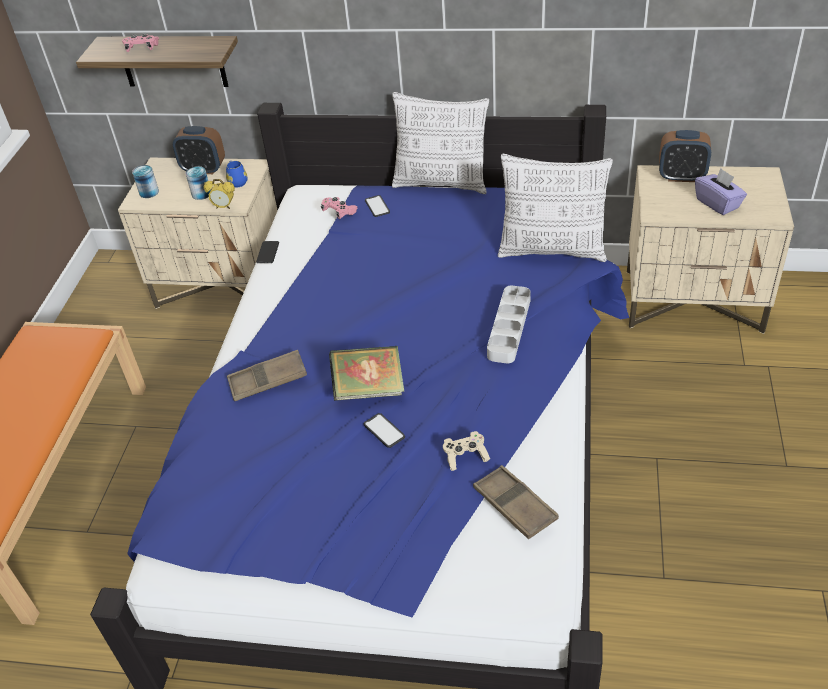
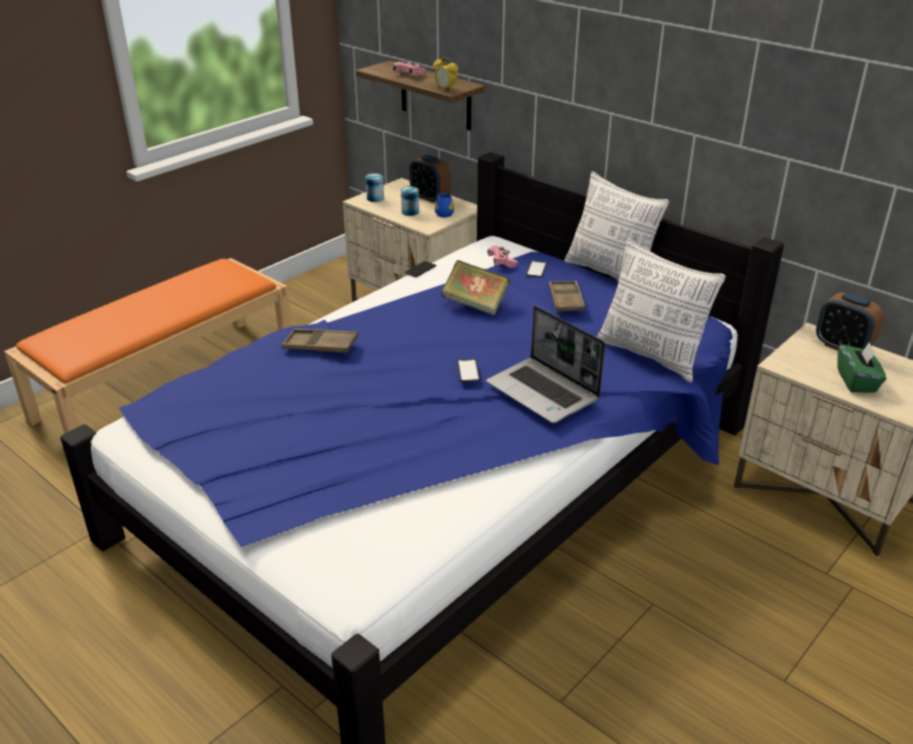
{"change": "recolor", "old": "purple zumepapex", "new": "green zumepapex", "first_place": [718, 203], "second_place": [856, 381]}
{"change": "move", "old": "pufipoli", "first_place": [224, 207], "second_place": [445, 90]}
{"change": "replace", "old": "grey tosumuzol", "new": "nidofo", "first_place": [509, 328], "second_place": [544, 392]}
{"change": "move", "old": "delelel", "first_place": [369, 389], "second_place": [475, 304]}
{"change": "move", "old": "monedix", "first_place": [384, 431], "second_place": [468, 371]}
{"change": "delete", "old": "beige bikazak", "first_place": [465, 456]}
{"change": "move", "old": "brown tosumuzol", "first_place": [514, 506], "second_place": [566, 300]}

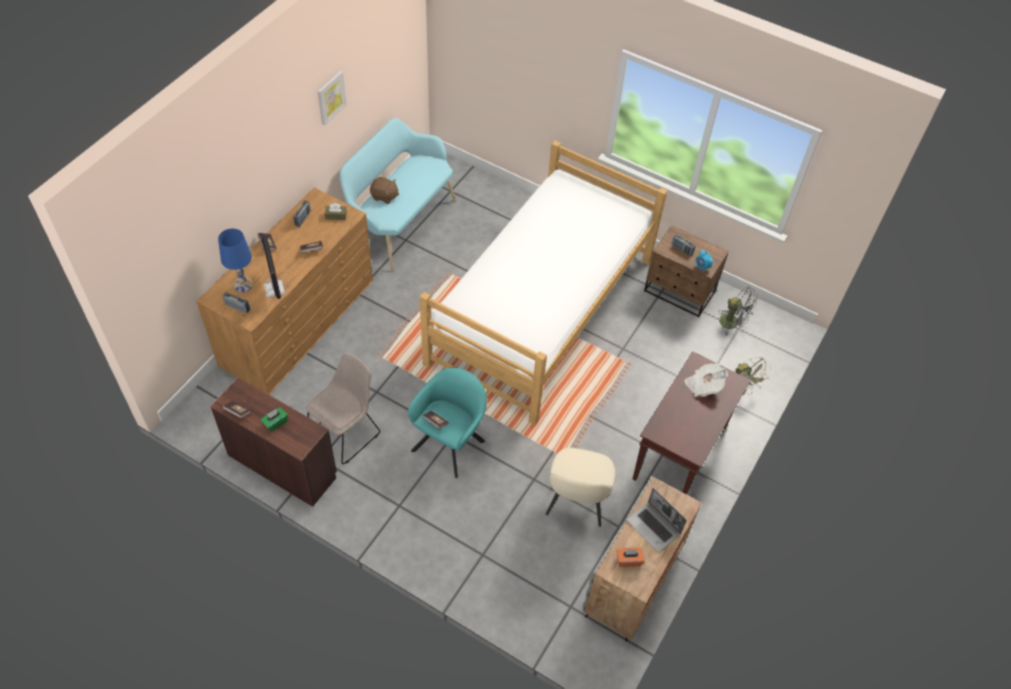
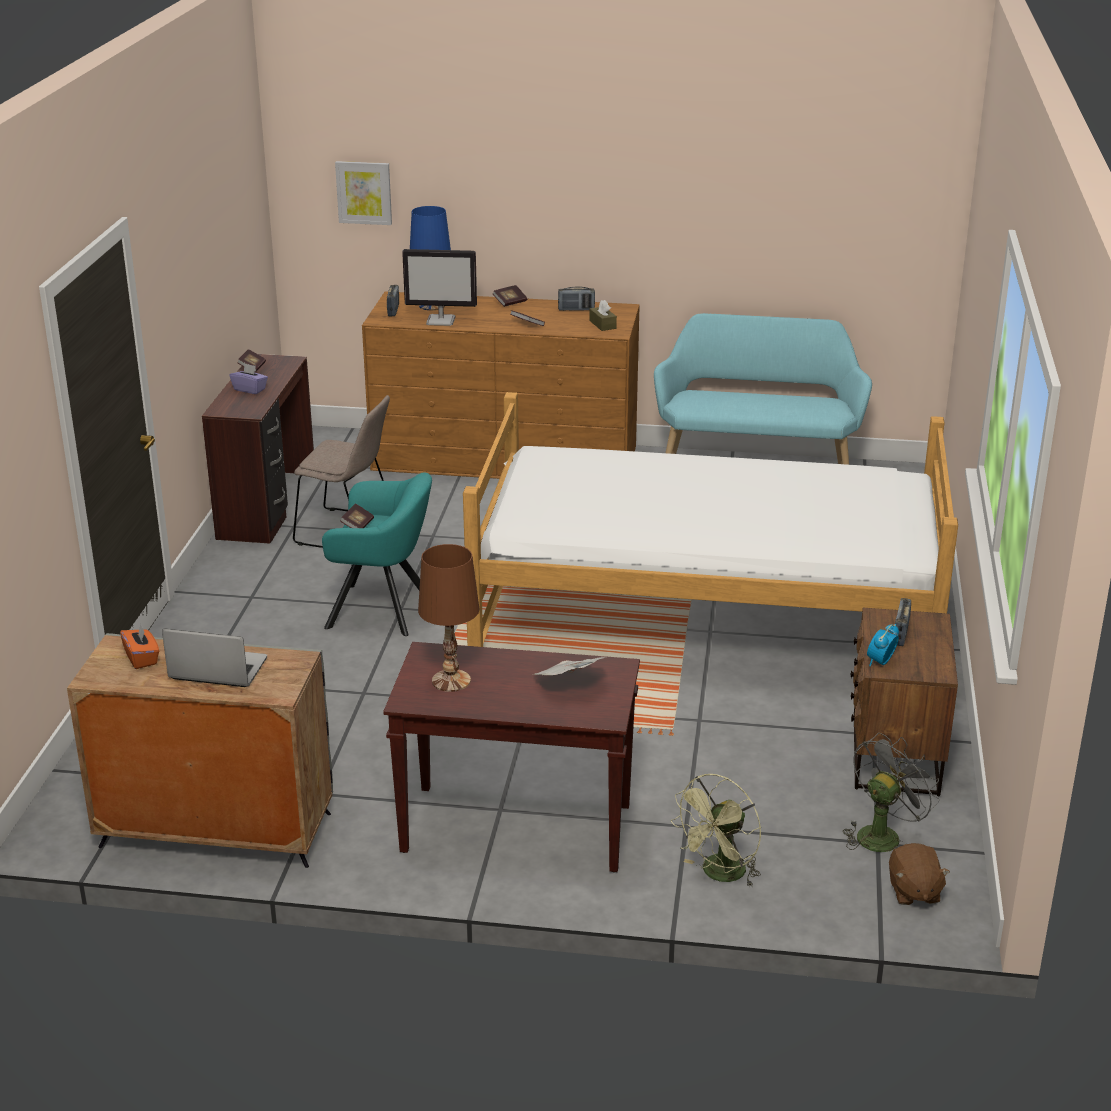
{"change": "move", "old": "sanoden", "first_place": [331, 97], "second_place": [364, 192]}
{"change": "move", "old": "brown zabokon", "first_place": [384, 196], "second_place": [913, 891]}
{"change": "rotate", "old": "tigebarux", "first_place": [274, 288], "second_place": [441, 321], "degrees": 45}
{"change": "rotate", "old": "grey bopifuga", "first_place": [732, 323], "second_place": [882, 834], "degrees": -150}
{"change": "recolor", "old": "green zumepapex", "new": "purple zumepapex", "first_place": [275, 423], "second_place": [250, 389]}
{"change": "delete", "old": "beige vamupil", "first_place": [576, 502]}
{"change": "rotate", "old": "nidofo", "first_place": [654, 527], "second_place": [216, 670], "degrees": 75}
{"change": "insert", "new": "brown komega", "second_place": [450, 681]}

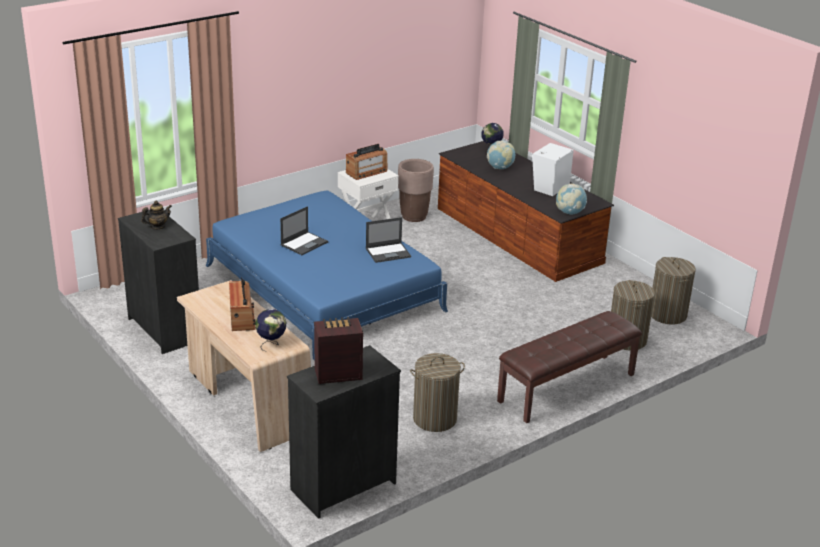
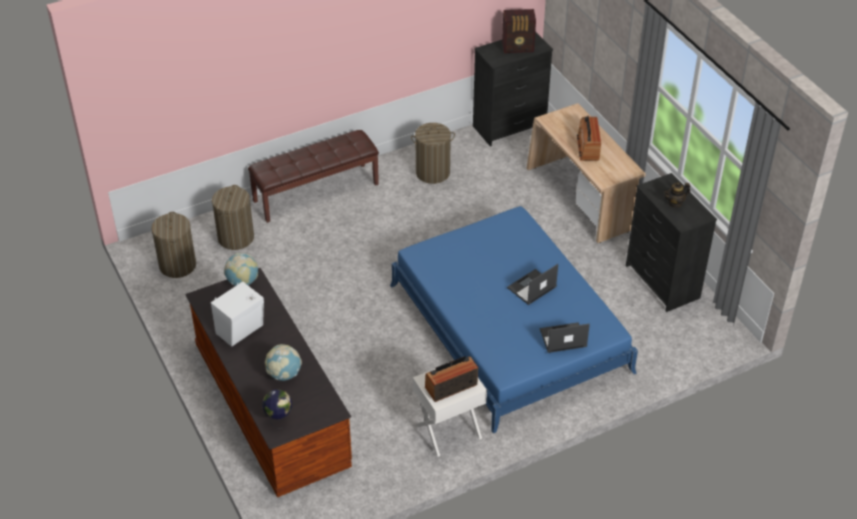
{"change": "delete", "old": "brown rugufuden", "first_place": [414, 216]}
{"change": "move", "old": "nidofo", "first_place": [388, 253], "second_place": [562, 338]}
{"change": "delete", "old": "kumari", "first_place": [271, 344]}

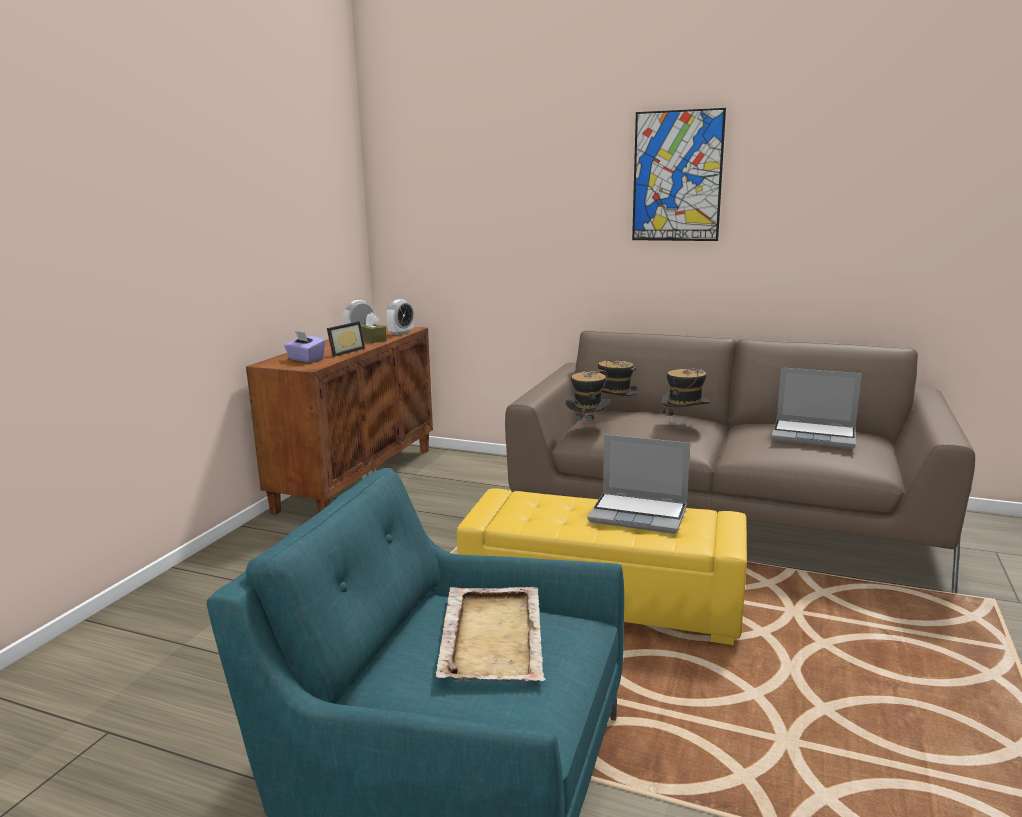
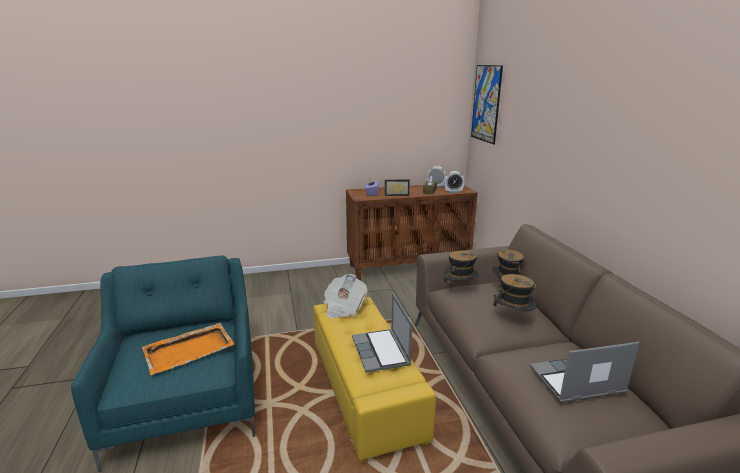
{"change": "move", "old": "sanoden", "first_place": [677, 176], "second_place": [486, 103]}
{"change": "rotate", "old": "nidofo", "first_place": [814, 435], "second_place": [576, 381], "degrees": 90}
{"change": "recolor", "old": "beige tosumuzol", "new": "orange tosumuzol", "first_place": [492, 635], "second_place": [190, 349]}
{"change": "insert", "new": "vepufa", "second_place": [343, 307]}

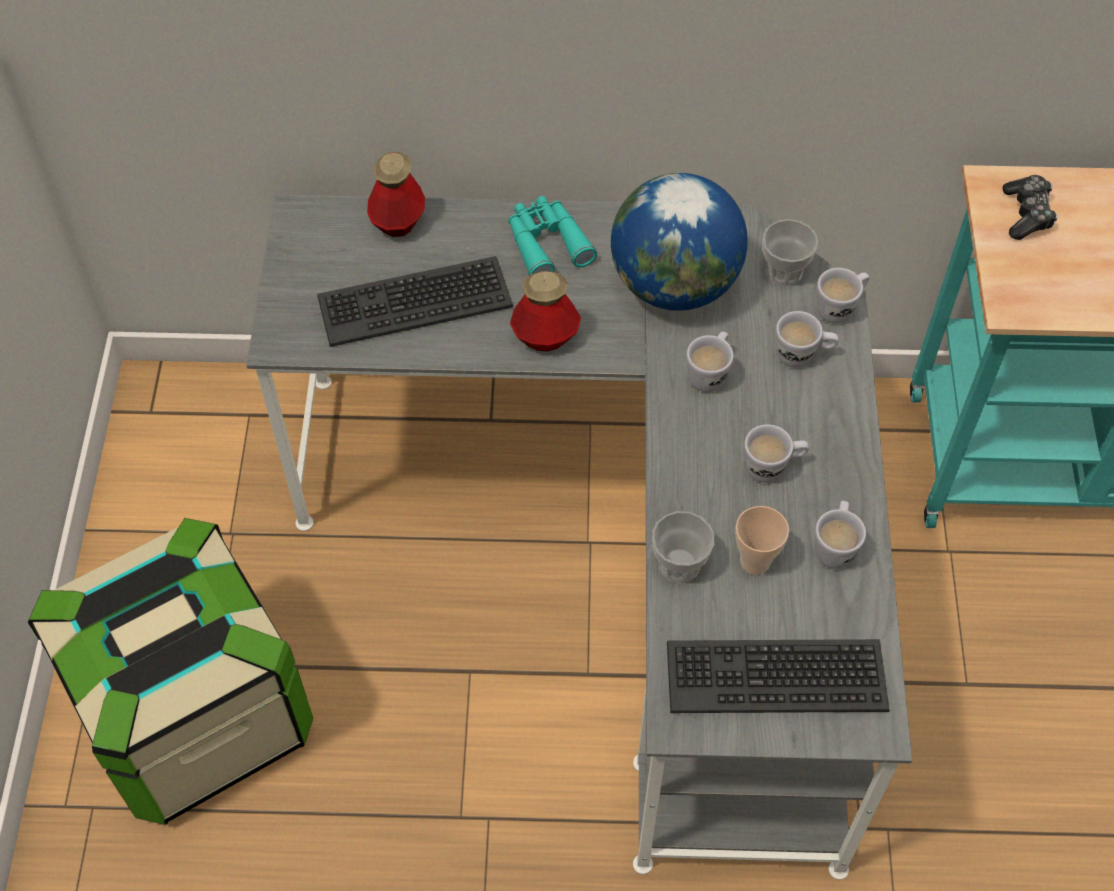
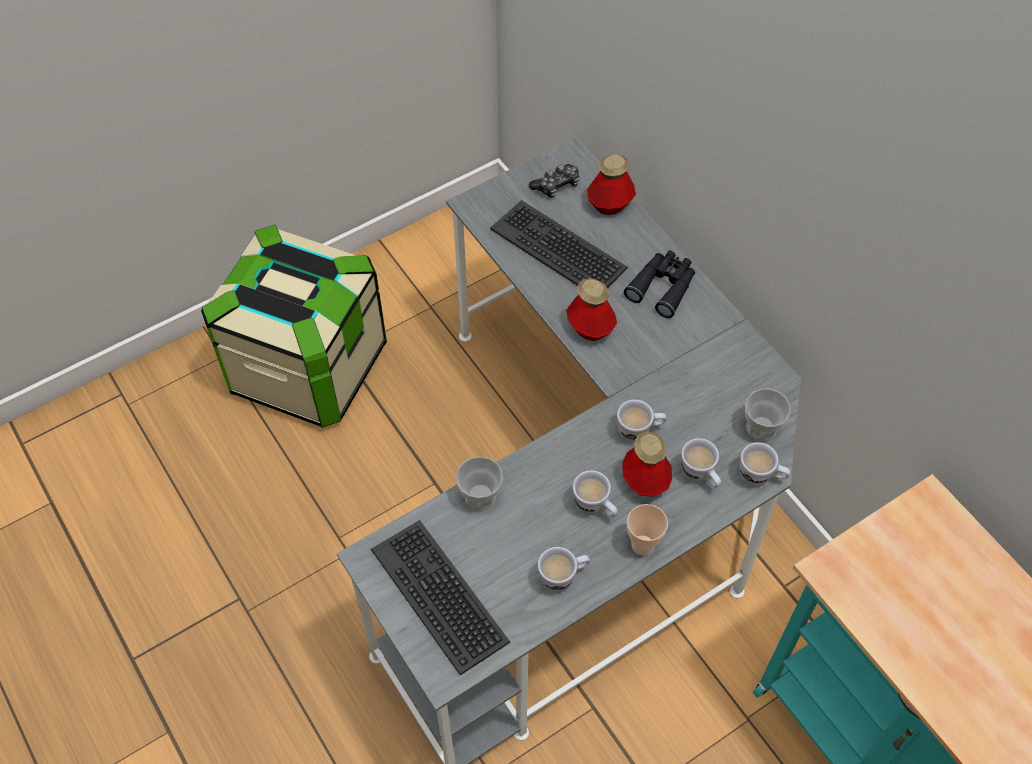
{"change": "delete", "old": "kumari", "first_place": [674, 285]}
{"change": "move", "old": "bikazak", "first_place": [1027, 214], "second_place": [556, 185]}
{"change": "recolor", "old": "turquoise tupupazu", "new": "black tupupazu", "first_place": [546, 243], "second_place": [663, 286]}
{"change": "move", "old": "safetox", "first_place": [755, 561], "second_place": [642, 545]}
{"change": "insert", "new": "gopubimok", "second_place": [645, 481]}

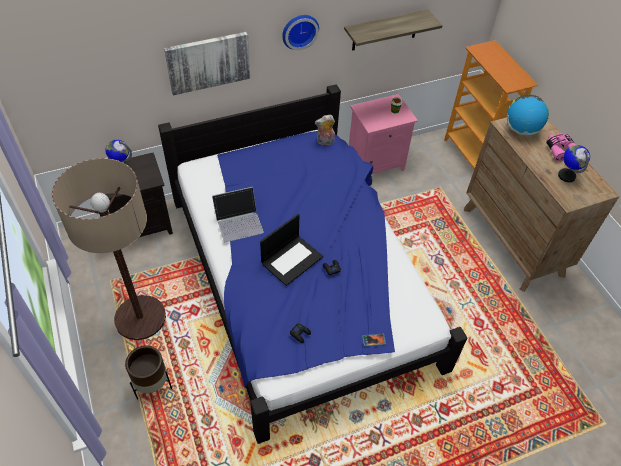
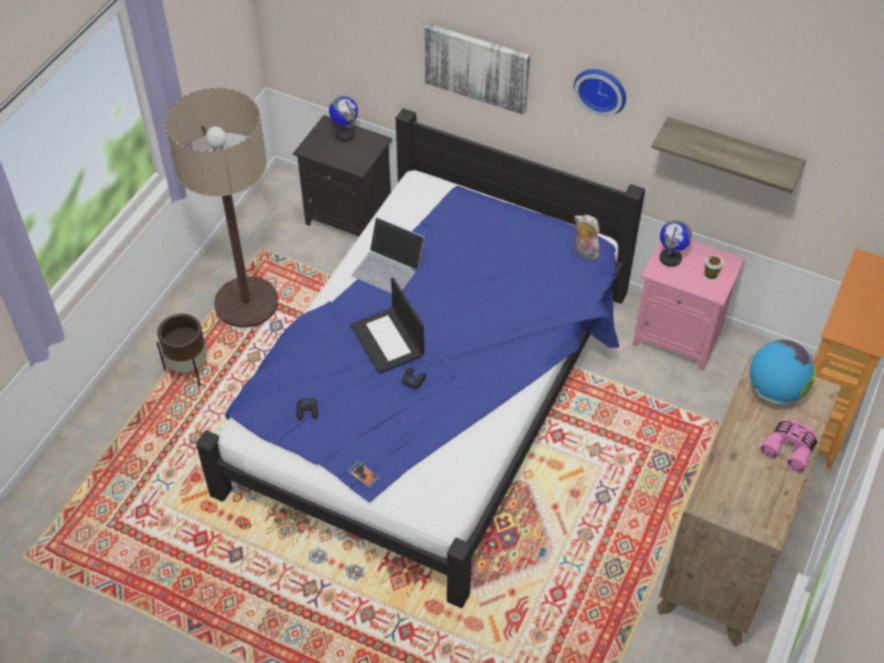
{"change": "move", "old": "kumari", "first_place": [566, 176], "second_place": [670, 258]}
{"change": "rotate", "old": "nidofo", "first_place": [292, 259], "second_place": [388, 340], "degrees": 60}

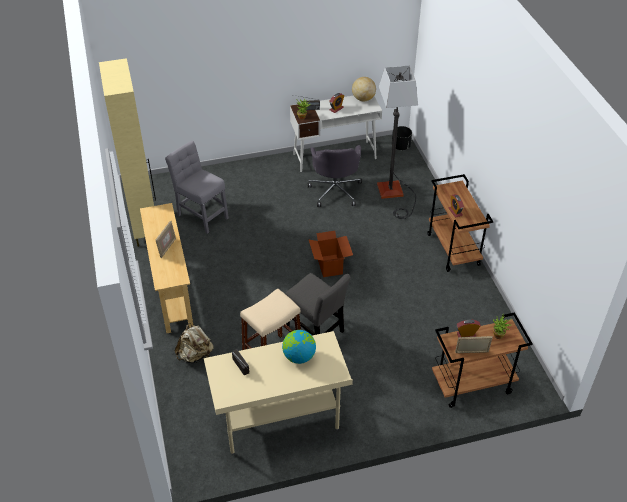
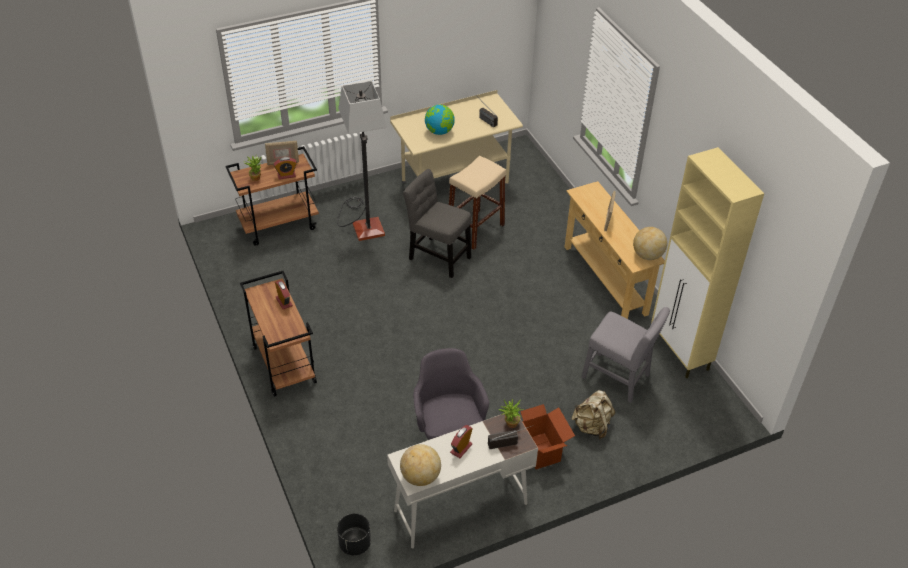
{"change": "move", "old": "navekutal", "first_place": [394, 195], "second_place": [363, 224]}
{"change": "move", "old": "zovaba", "first_place": [330, 265], "second_place": [540, 451]}
{"change": "move", "old": "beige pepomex", "first_place": [195, 355], "second_place": [592, 426]}
{"change": "insert", "new": "kumari", "second_place": [647, 255]}

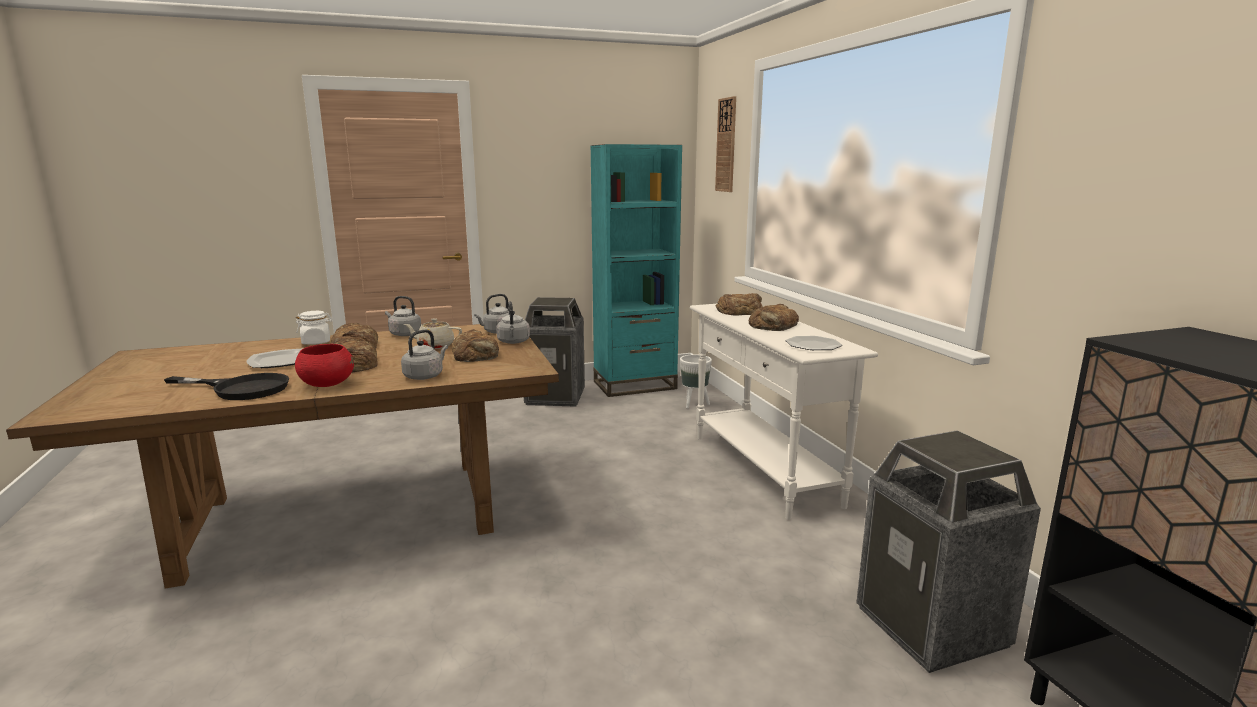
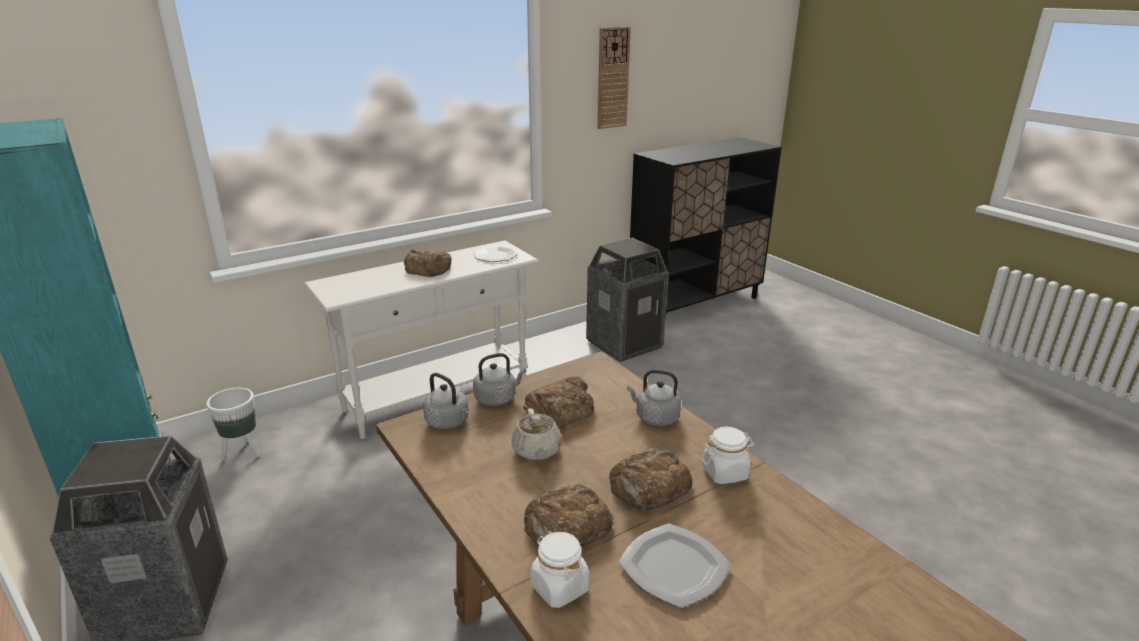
{"change": "move", "old": "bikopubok", "first_place": [726, 145], "second_place": [612, 78]}
{"change": "delete", "old": "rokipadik", "first_place": [740, 311]}
{"change": "delete", "old": "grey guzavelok", "first_place": [404, 334]}
{"change": "replace", "old": "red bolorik", "new": "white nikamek", "first_place": [327, 384], "second_place": [725, 472]}
{"change": "delete", "old": "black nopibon", "first_place": [241, 389]}

